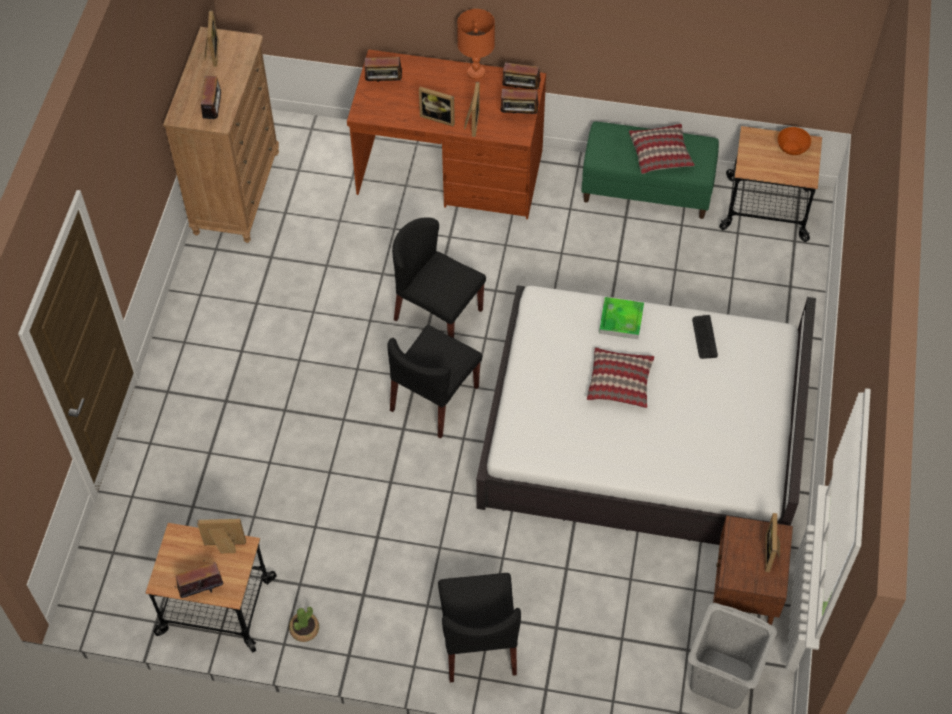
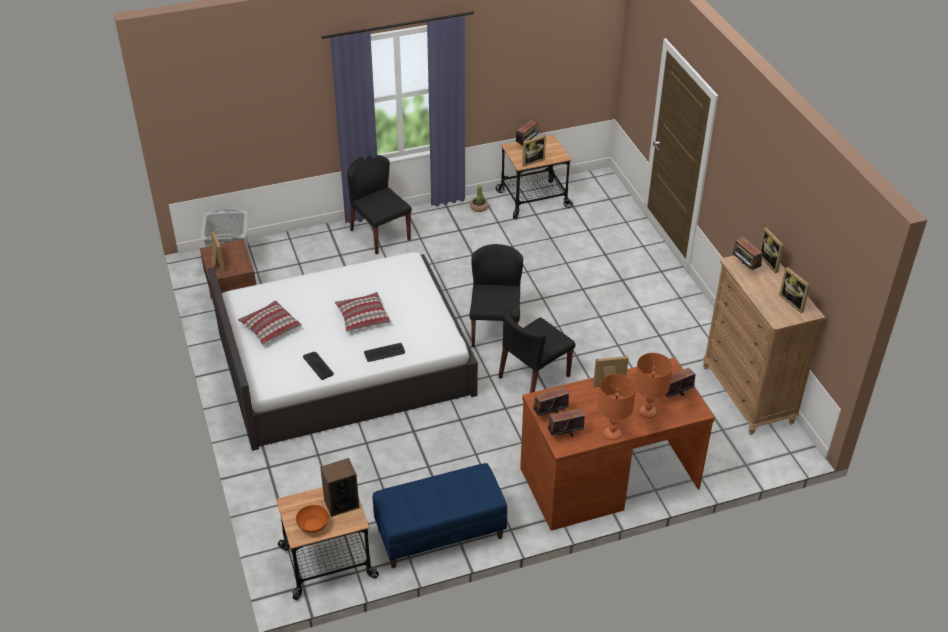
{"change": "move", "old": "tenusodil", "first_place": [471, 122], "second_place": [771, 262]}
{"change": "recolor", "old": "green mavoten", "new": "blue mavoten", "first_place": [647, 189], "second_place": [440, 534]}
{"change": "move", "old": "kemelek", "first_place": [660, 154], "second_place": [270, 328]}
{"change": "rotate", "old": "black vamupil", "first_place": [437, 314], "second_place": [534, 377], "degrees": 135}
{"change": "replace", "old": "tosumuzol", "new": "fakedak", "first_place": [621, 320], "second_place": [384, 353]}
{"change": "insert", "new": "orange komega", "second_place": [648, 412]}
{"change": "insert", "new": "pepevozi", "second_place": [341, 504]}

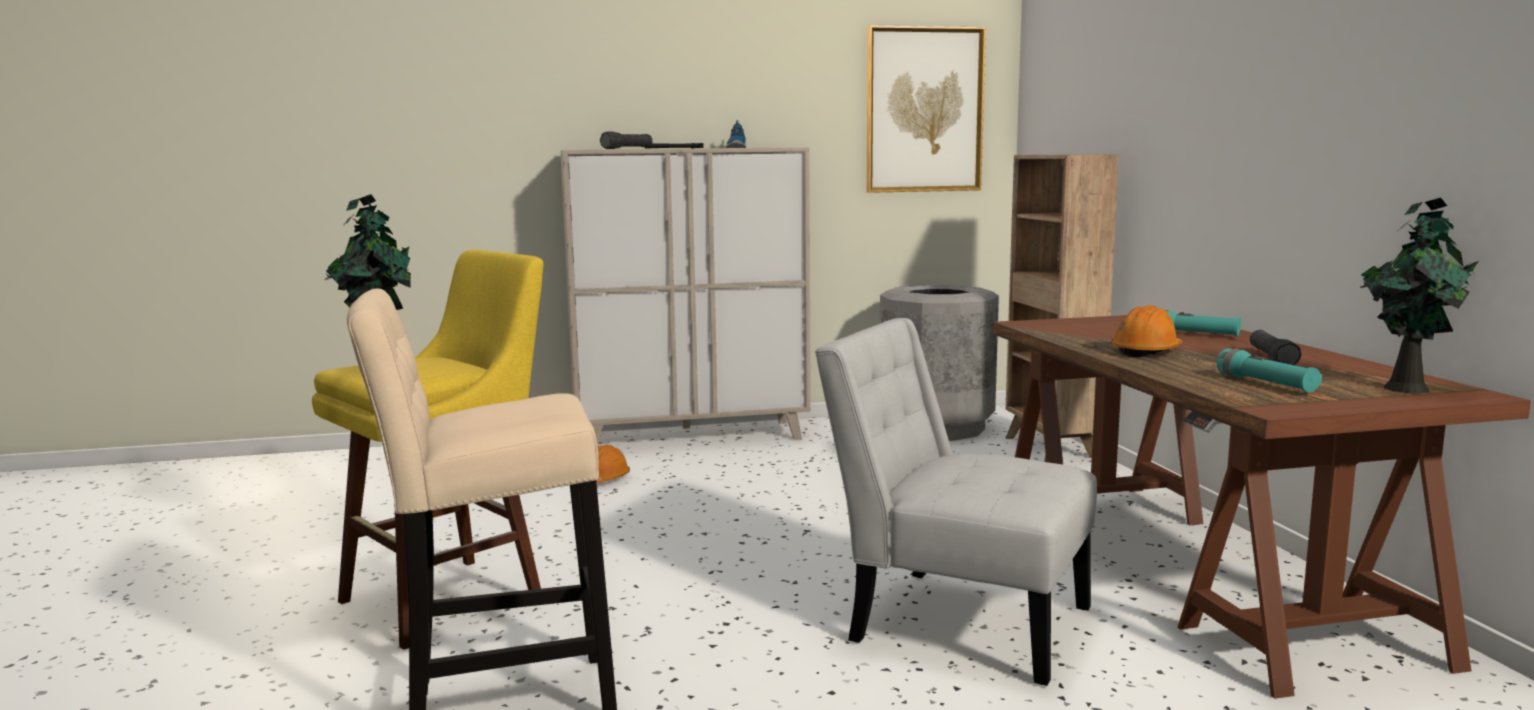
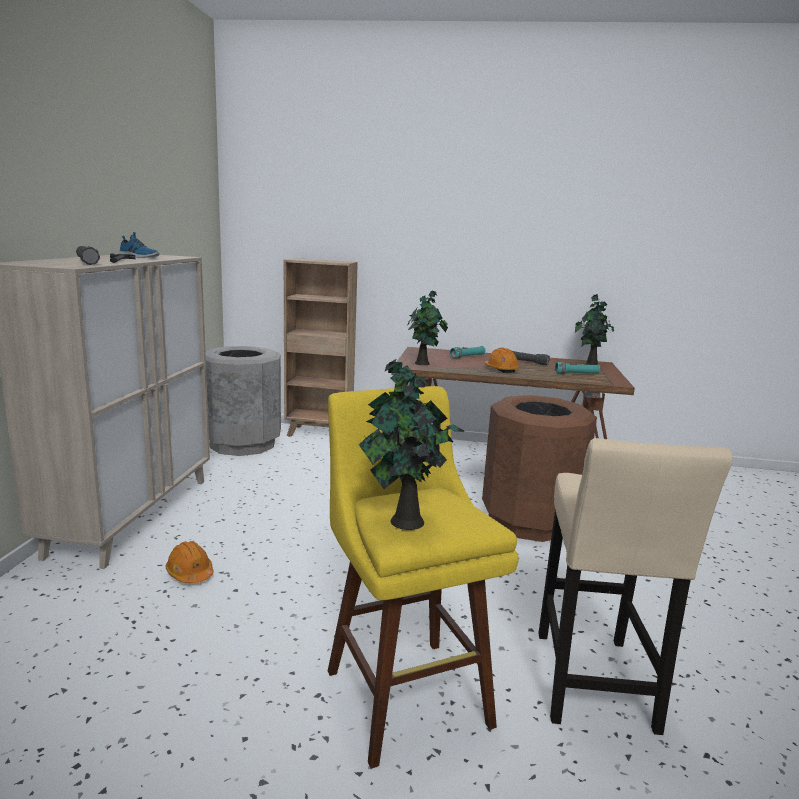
{"change": "delete", "old": "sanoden", "first_place": [924, 110]}
{"change": "replace", "old": "white vamupil", "new": "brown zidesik", "first_place": [957, 620], "second_place": [529, 521]}
{"change": "insert", "new": "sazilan", "second_place": [423, 363]}

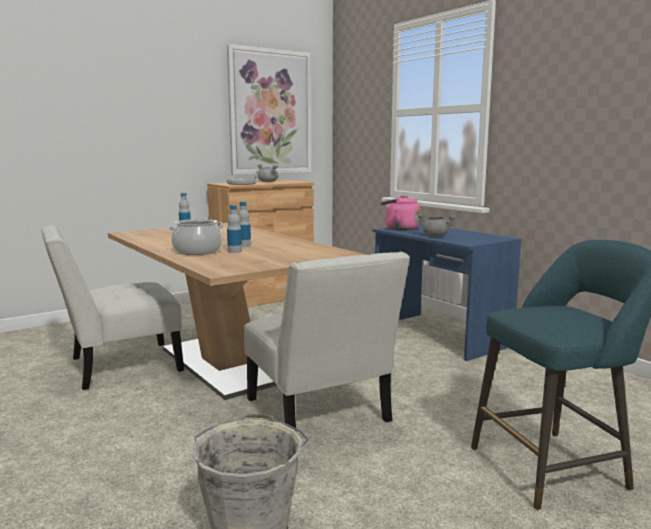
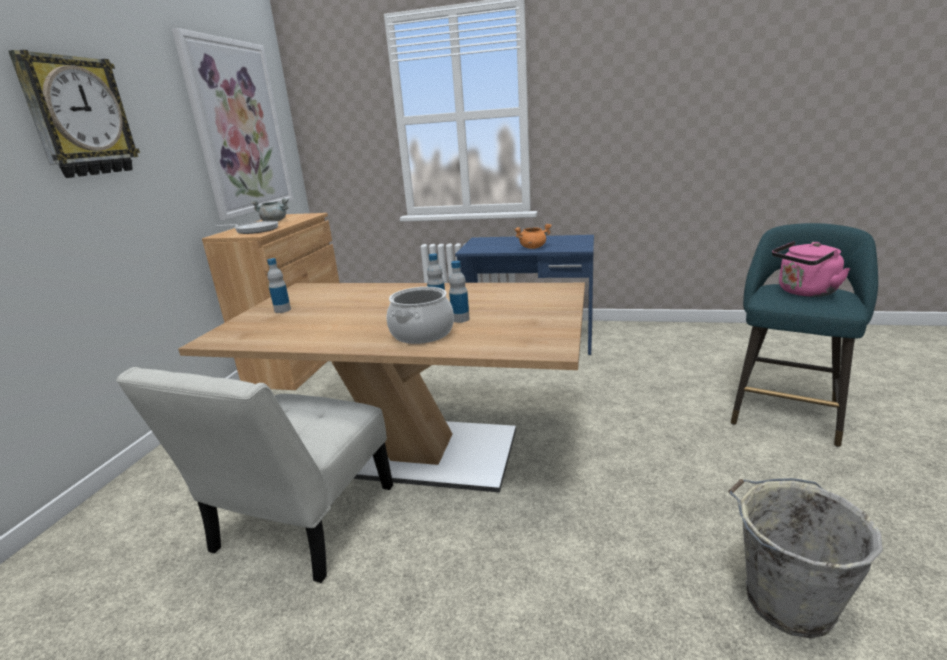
{"change": "move", "old": "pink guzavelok", "first_place": [399, 229], "second_place": [804, 292]}
{"change": "recolor", "old": "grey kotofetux", "new": "orange kotofetux", "first_place": [435, 236], "second_place": [533, 247]}
{"change": "delete", "old": "white vamupil", "first_place": [320, 414]}
{"change": "insert", "new": "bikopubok", "second_place": [79, 117]}

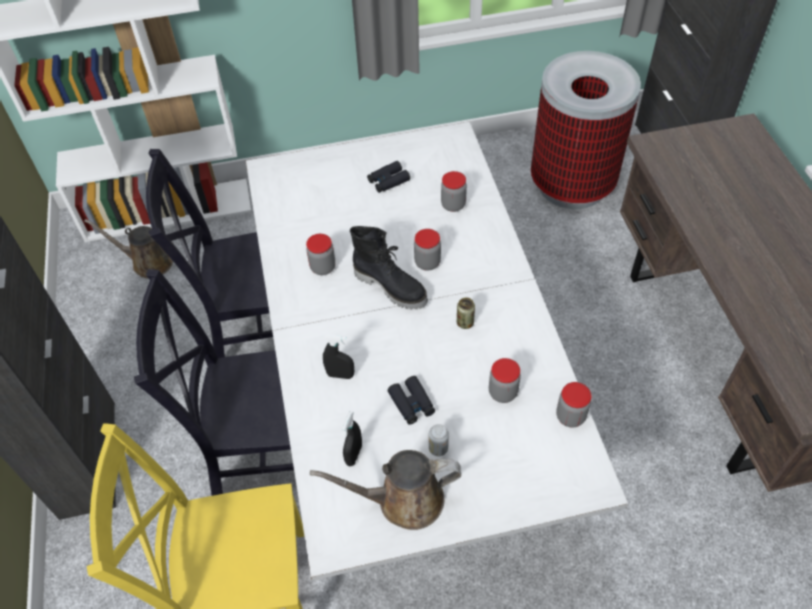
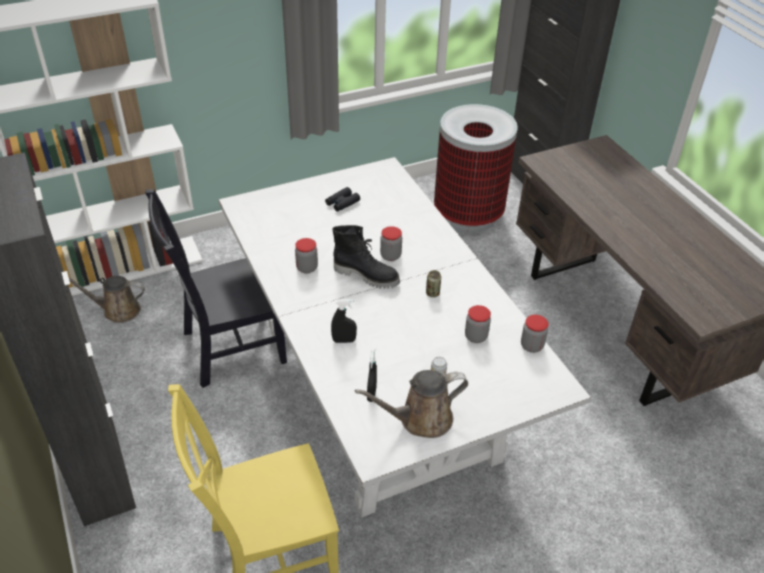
{"change": "delete", "old": "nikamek", "first_place": [453, 205]}
{"change": "delete", "old": "black vamupil", "first_place": [261, 448]}
{"change": "delete", "old": "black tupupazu", "first_place": [411, 403]}

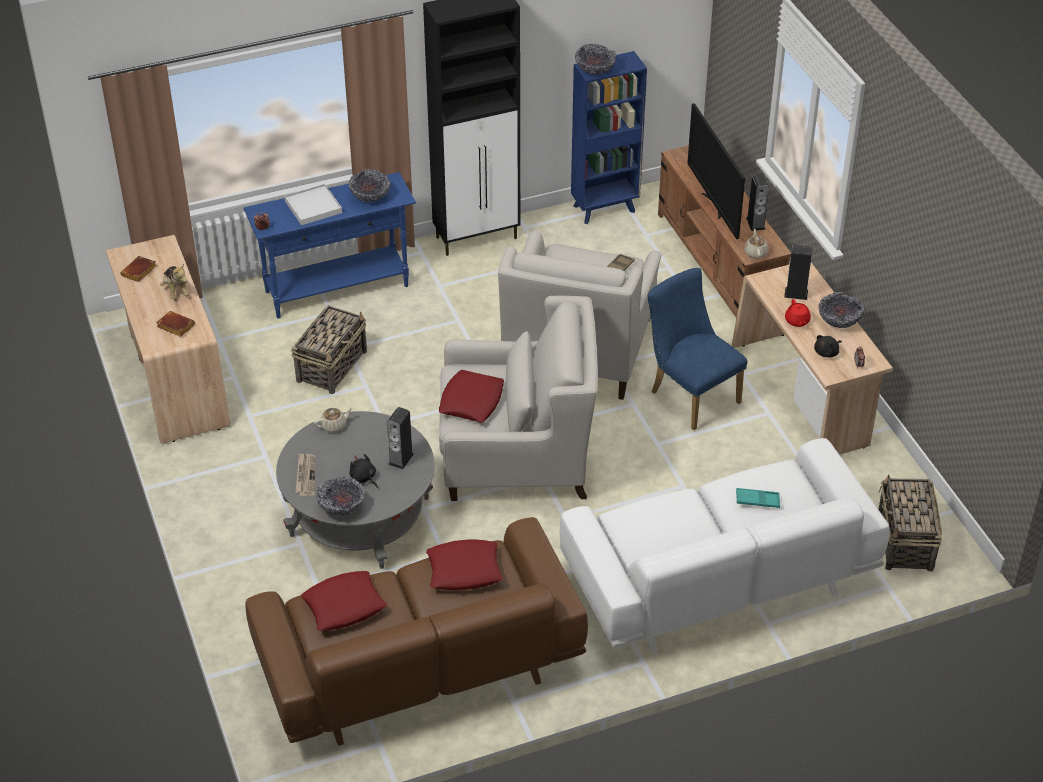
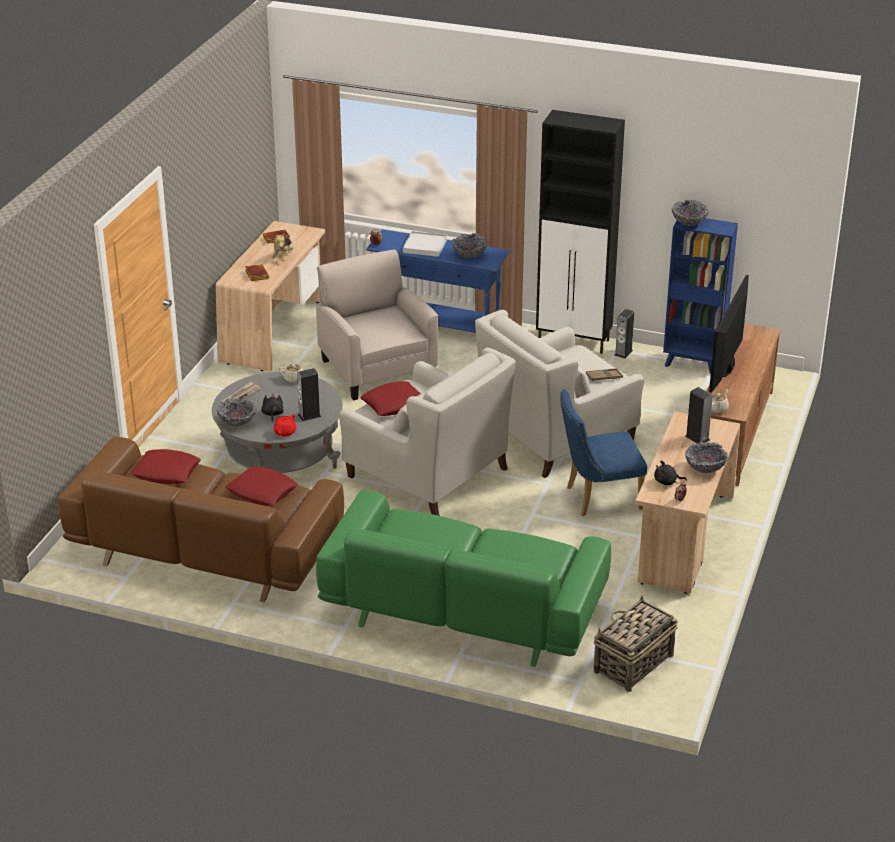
{"change": "move", "old": "pepevozi", "first_place": [755, 223], "second_place": [623, 353]}
{"change": "rotate", "old": "blue vamupil", "first_place": [690, 394], "second_place": [597, 498], "degrees": -105}
{"change": "move", "old": "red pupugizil", "first_place": [797, 321], "second_place": [284, 432]}
{"change": "replace", "old": "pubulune", "new": "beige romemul", "first_place": [332, 365], "second_place": [377, 369]}
{"change": "recolor", "old": "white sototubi", "new": "green sototubi", "first_place": [717, 577], "second_place": [463, 610]}
{"change": "delete", "old": "turquoise tosumuzol", "first_place": [757, 500]}

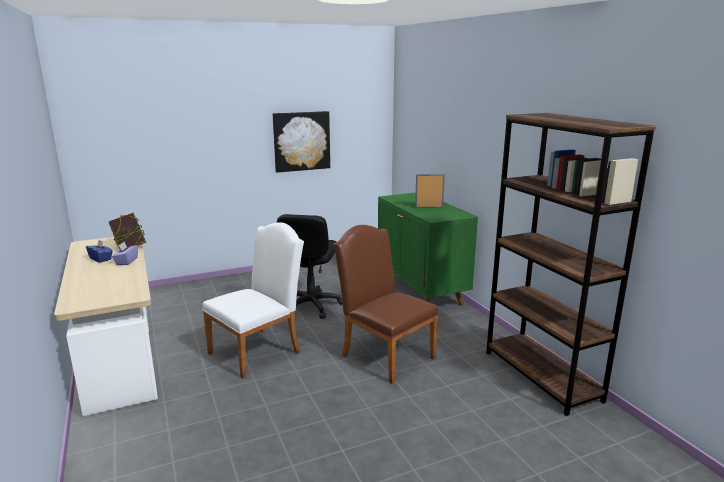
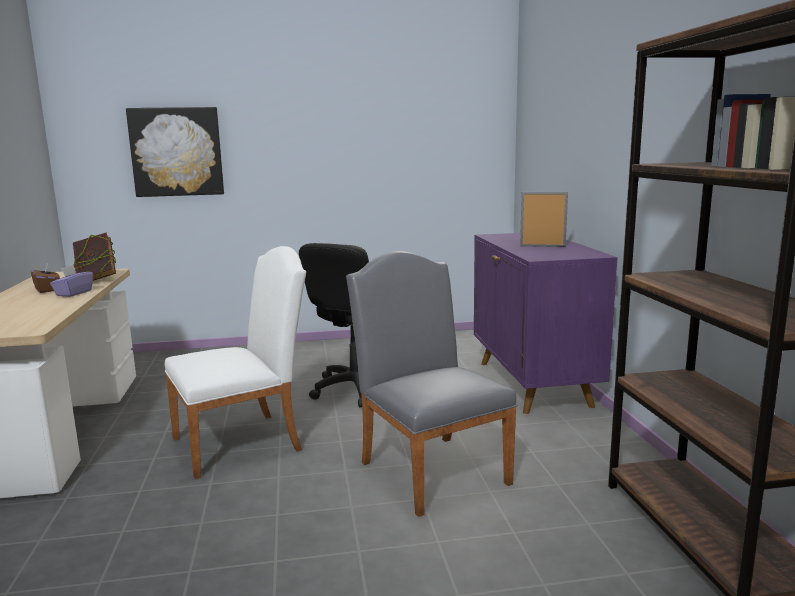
{"change": "move", "old": "sanoden", "first_place": [301, 141], "second_place": [177, 152]}
{"change": "recolor", "old": "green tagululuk", "new": "purple tagululuk", "first_place": [421, 292], "second_place": [533, 384]}
{"change": "recolor", "old": "brown vamupil", "new": "grey vamupil", "first_place": [384, 354], "second_place": [429, 468]}
{"change": "recolor", "old": "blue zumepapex", "new": "brown zumepapex", "first_place": [101, 259], "second_place": [47, 289]}

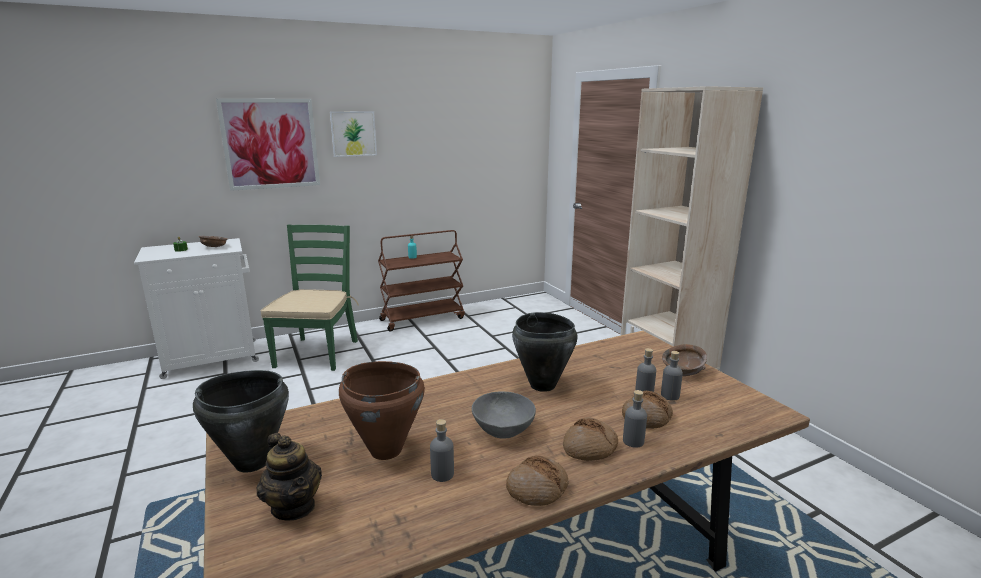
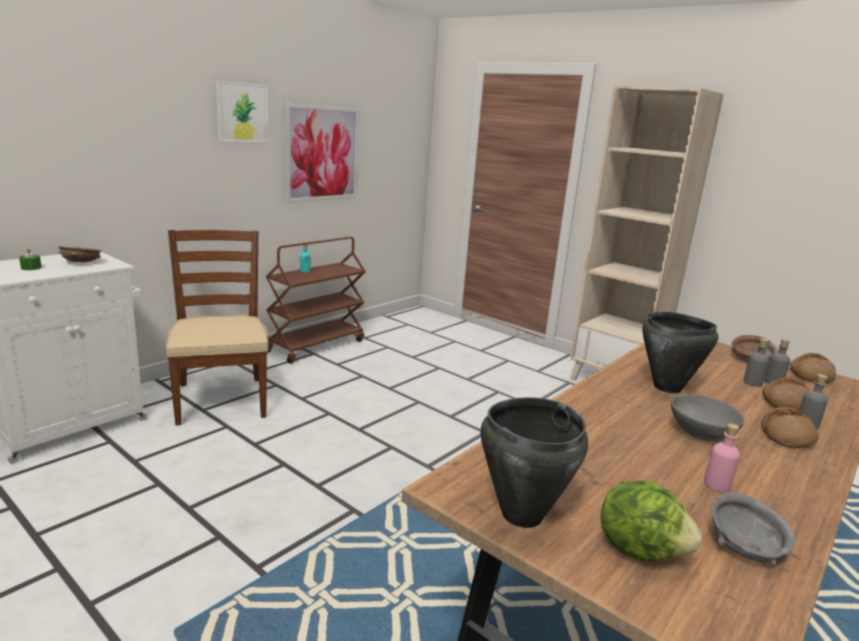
{"change": "move", "old": "sanoden", "first_place": [270, 144], "second_place": [322, 153]}
{"change": "recolor", "old": "green vamupil", "new": "brown vamupil", "first_place": [317, 353], "second_place": [221, 399]}
{"change": "delete", "old": "brown kotofetux", "first_place": [385, 450]}
{"change": "recolor", "old": "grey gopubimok", "new": "pink gopubimok", "first_place": [442, 474], "second_place": [717, 484]}
{"change": "replace", "old": "pupugizil", "new": "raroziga", "first_place": [294, 506], "second_place": [640, 549]}
{"change": "move", "old": "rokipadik", "first_place": [537, 488], "second_place": [810, 375]}
{"change": "insert", "new": "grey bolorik", "second_place": [743, 546]}

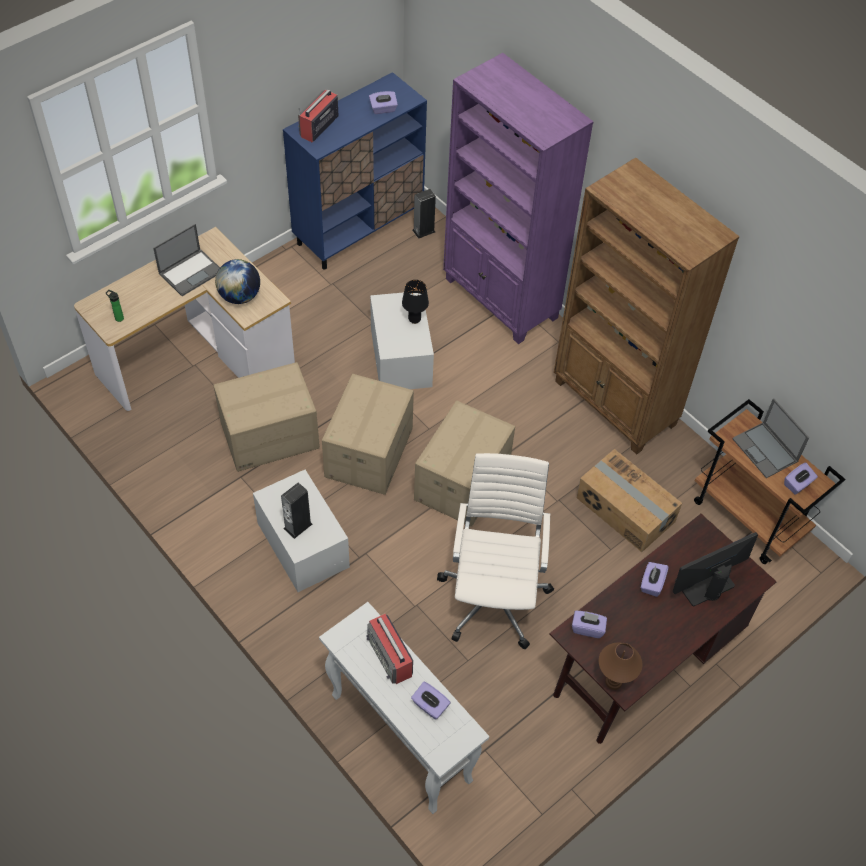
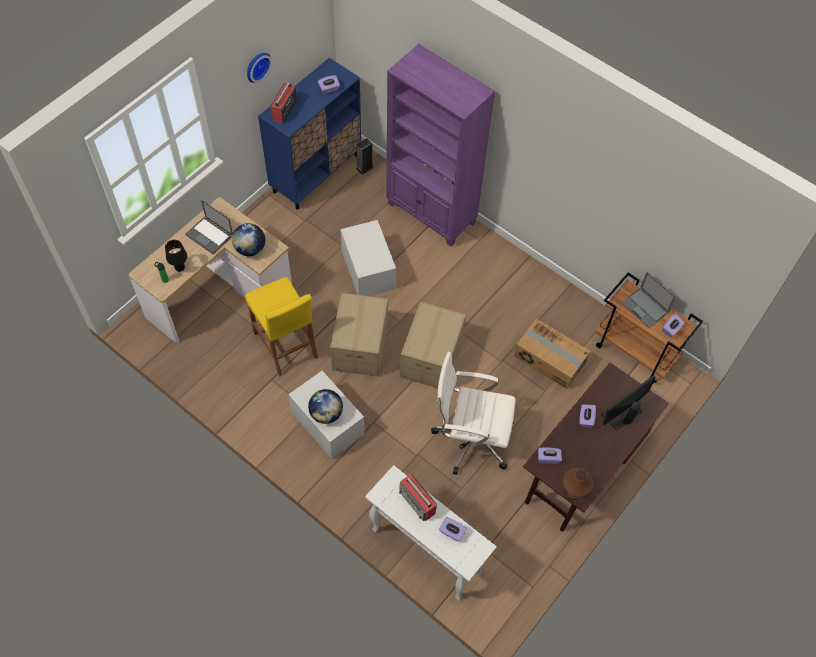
{"change": "delete", "old": "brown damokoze", "first_place": [615, 404]}
{"change": "rotate", "old": "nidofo", "first_place": [191, 272], "second_place": [210, 235], "degrees": 90}
{"change": "move", "old": "black komega", "first_place": [414, 319], "second_place": [179, 268]}
{"change": "replace", "old": "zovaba", "new": "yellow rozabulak", "first_place": [269, 436], "second_place": [285, 345]}
{"change": "rotate", "old": "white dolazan", "first_place": [494, 596], "second_place": [470, 438], "degrees": -75}
{"change": "replace", "old": "pepevozi", "new": "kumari", "first_place": [298, 526], "second_place": [326, 413]}
{"change": "insert", "new": "bikopubok", "second_place": [257, 66]}

